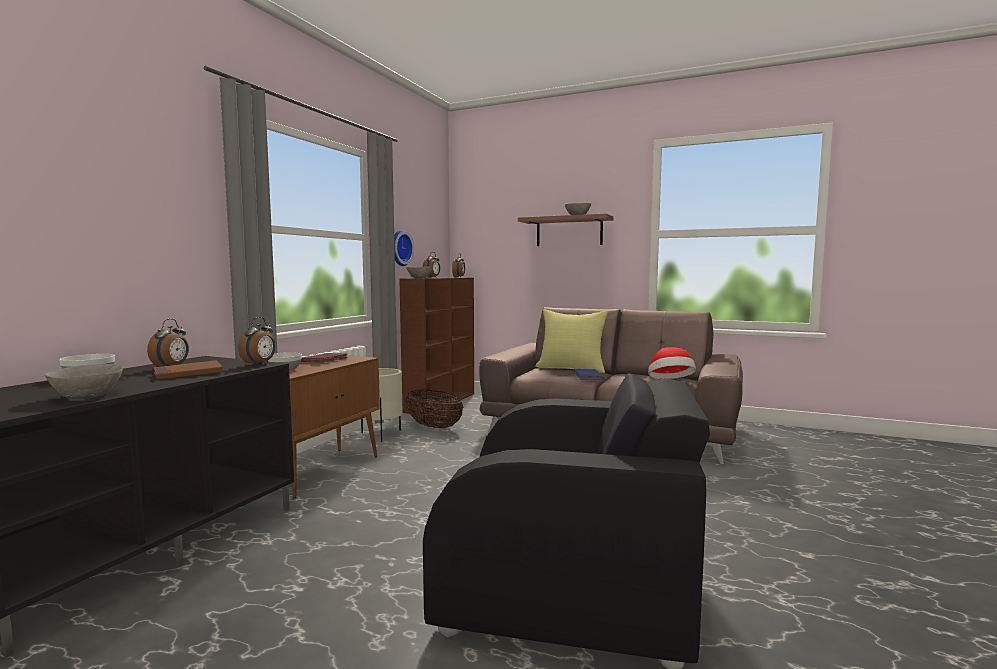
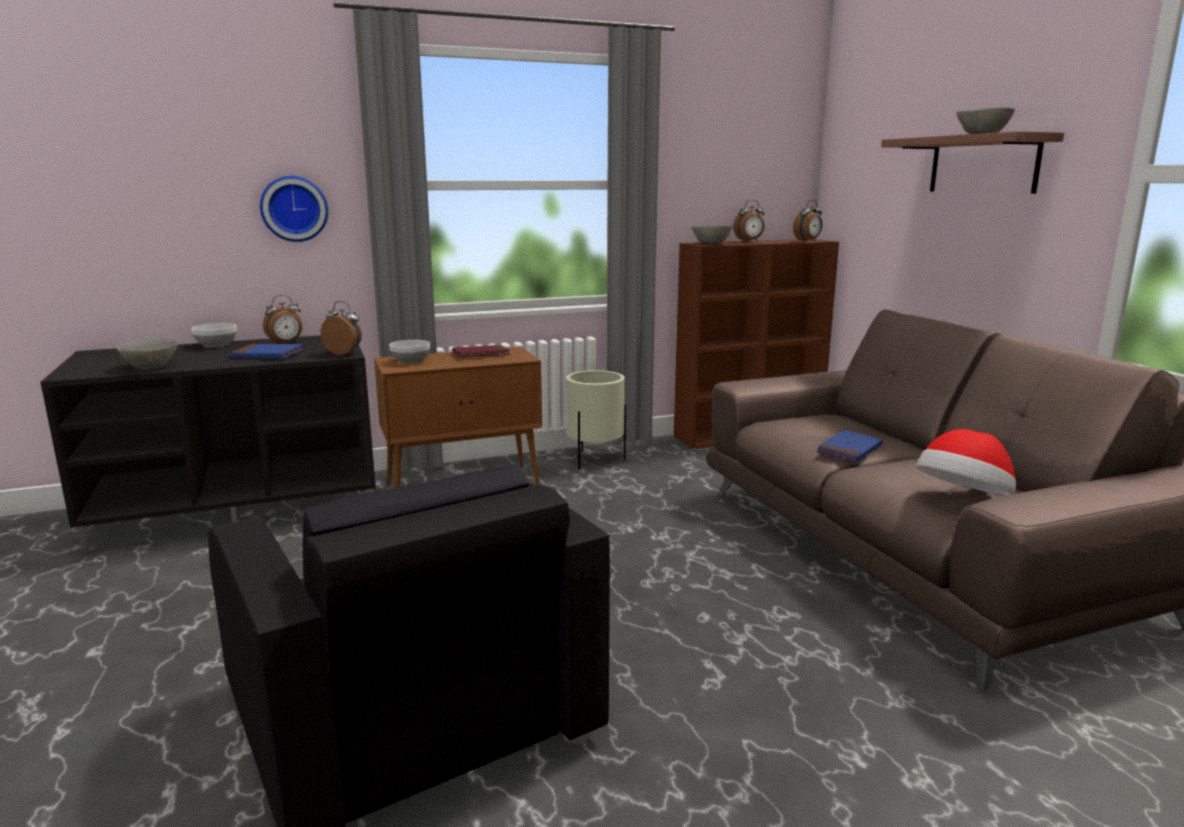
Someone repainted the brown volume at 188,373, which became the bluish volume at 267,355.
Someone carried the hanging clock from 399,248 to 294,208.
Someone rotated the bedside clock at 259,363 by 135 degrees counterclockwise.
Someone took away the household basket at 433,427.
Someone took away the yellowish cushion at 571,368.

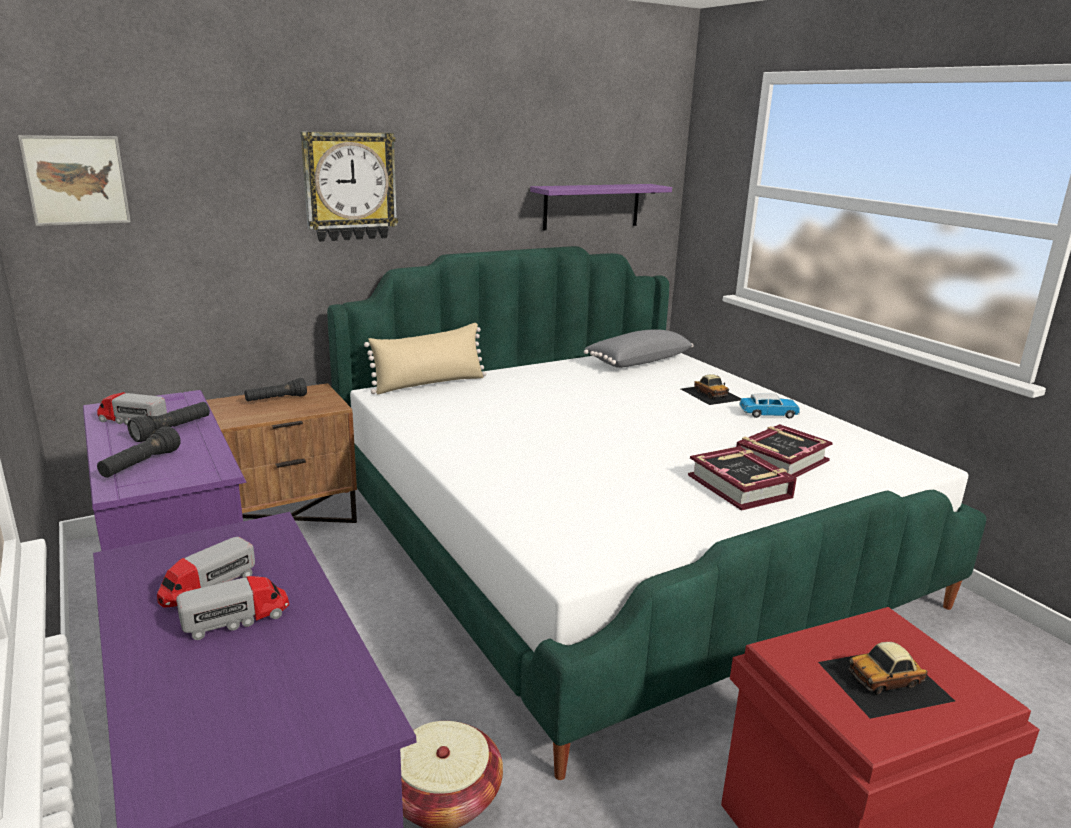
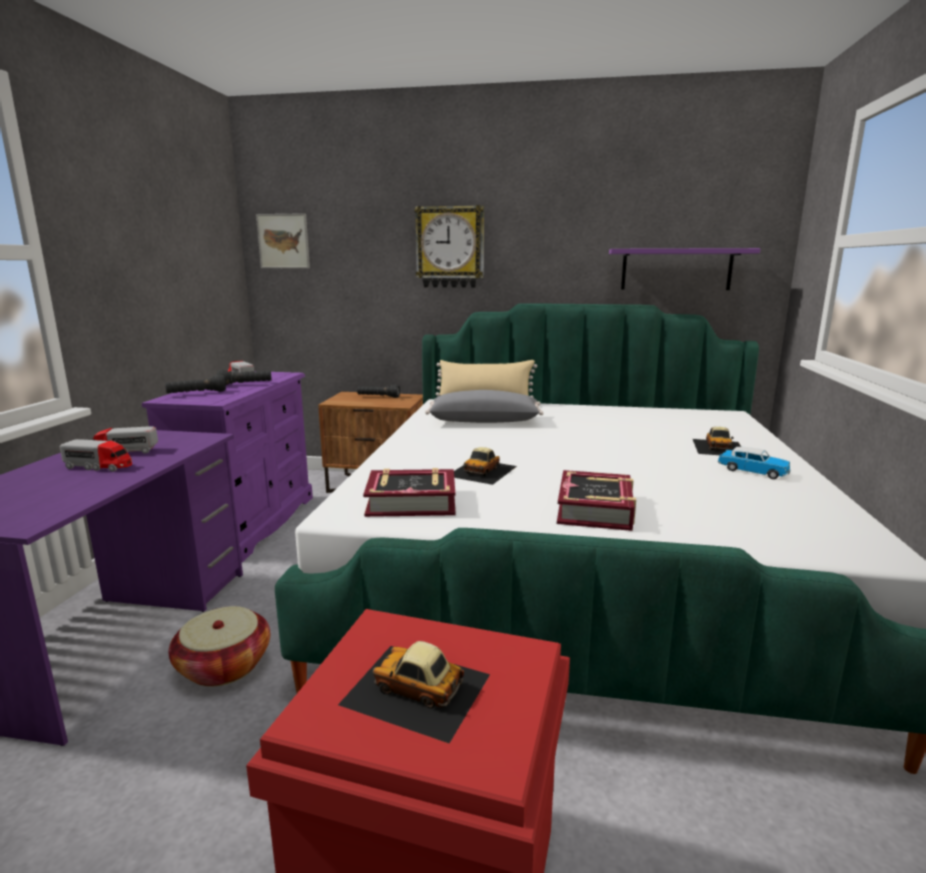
Someone carried the volume from 780,460 to 411,502.
Someone carried the gray cushion from 637,361 to 484,421.
Someone put down the toy car at 482,471.

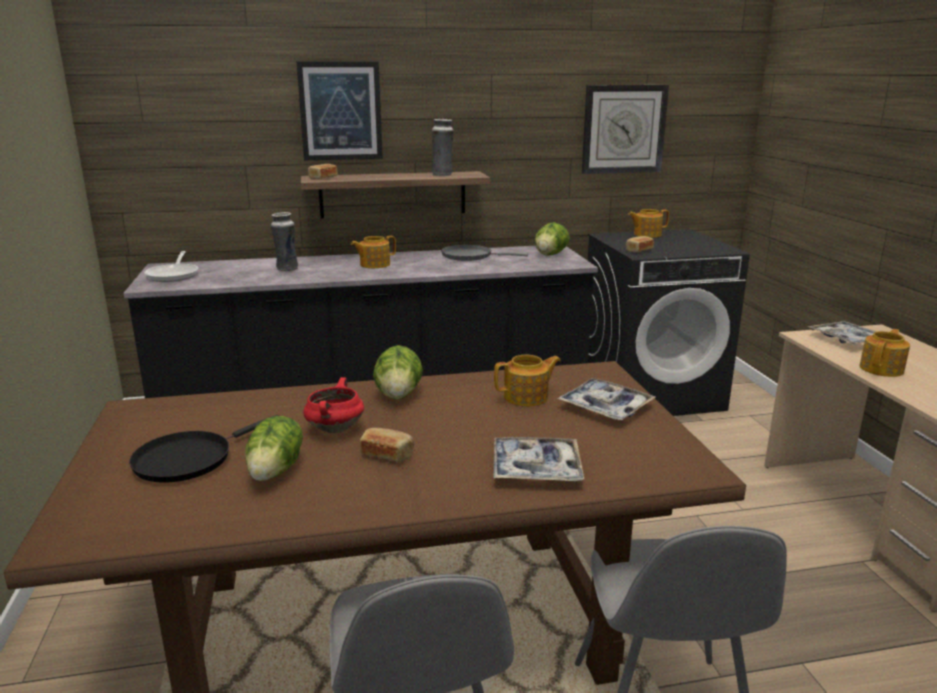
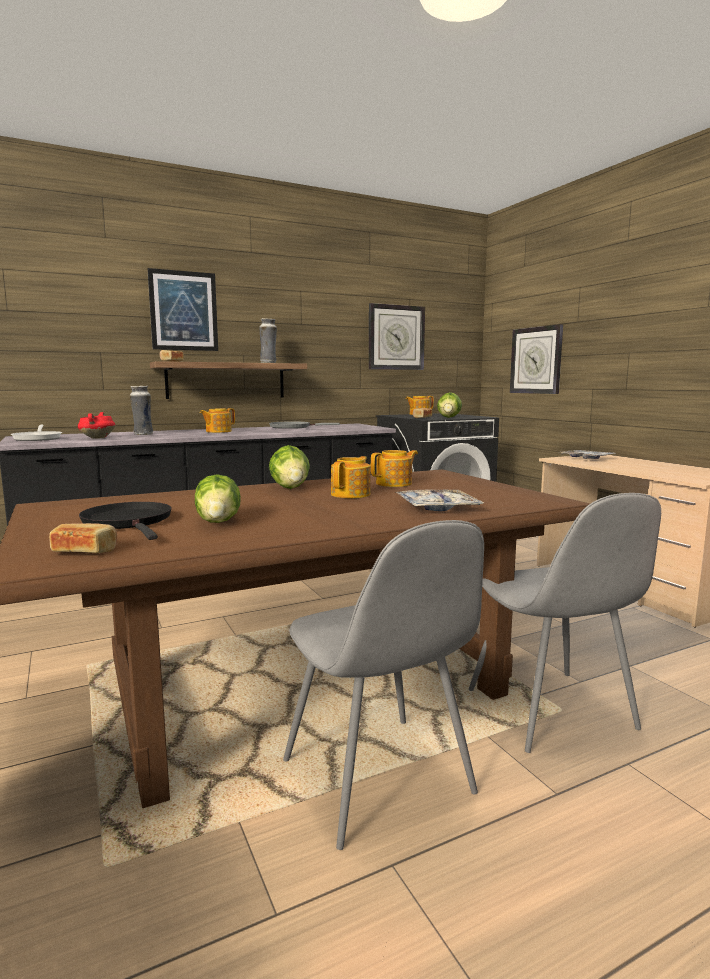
Someone carried the baked bread from 387,454 to 85,551.
Someone carried the red-coloured cooking pot from 335,428 to 97,438.
Someone rotated the black skillet at 189,459 by 120 degrees clockwise.
Someone carried the pot for tea from 882,369 to 351,494.
Someone carried the lettuce head from 550,255 to 449,417.
Someone put up the hanging clock at 536,360.
Someone took away the carrying tray at 605,407.

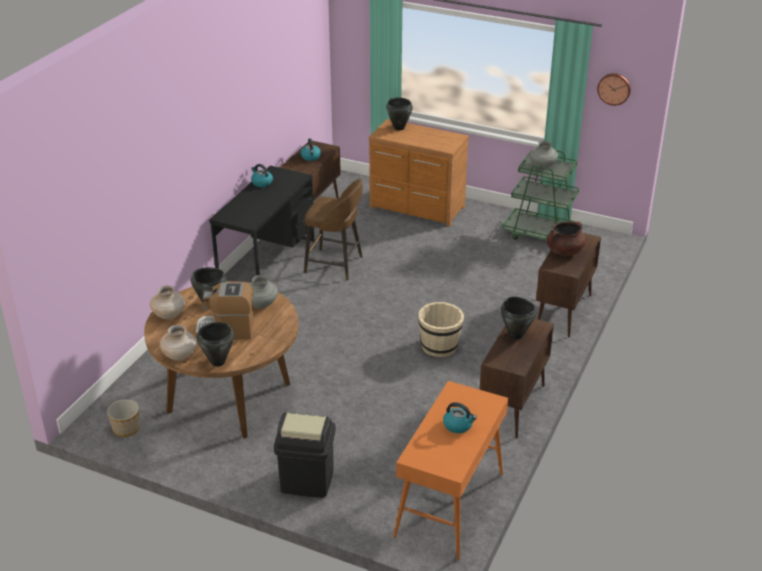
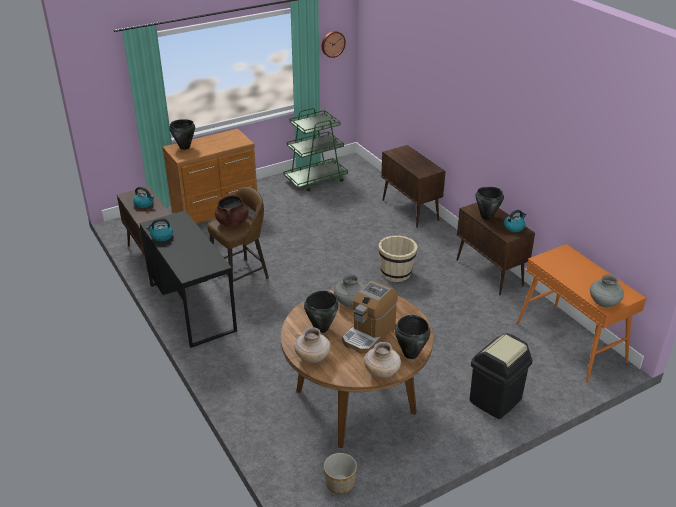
Someone carried the brown cooking pot from 564,251 to 232,222.
Someone carried the water kettle from 458,425 to 514,227.
Someone carried the gray decorative vase from 542,166 to 604,303.

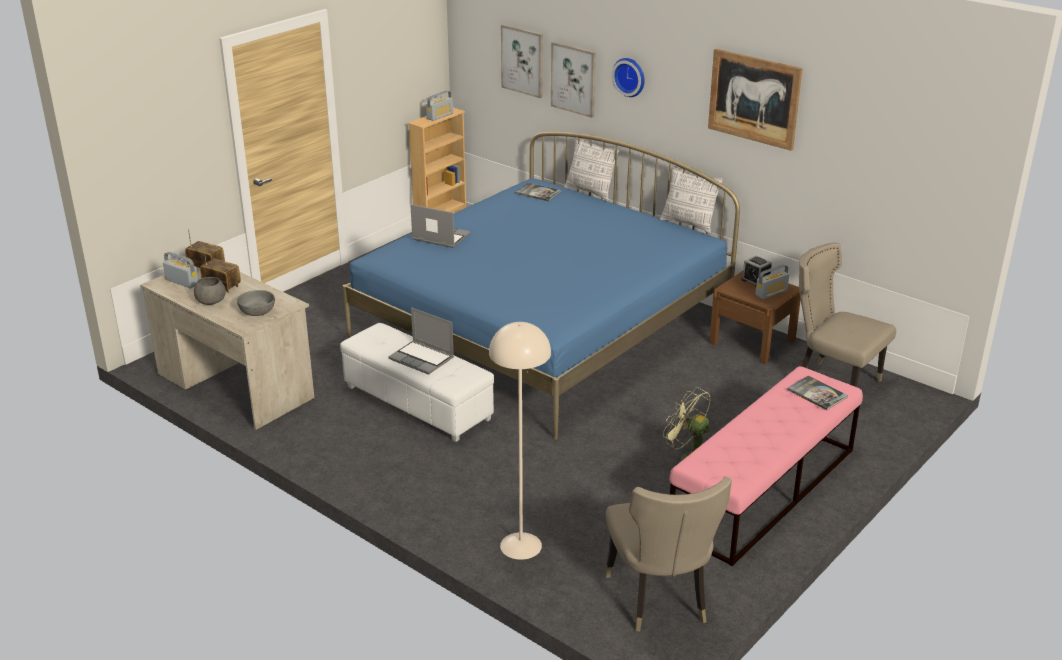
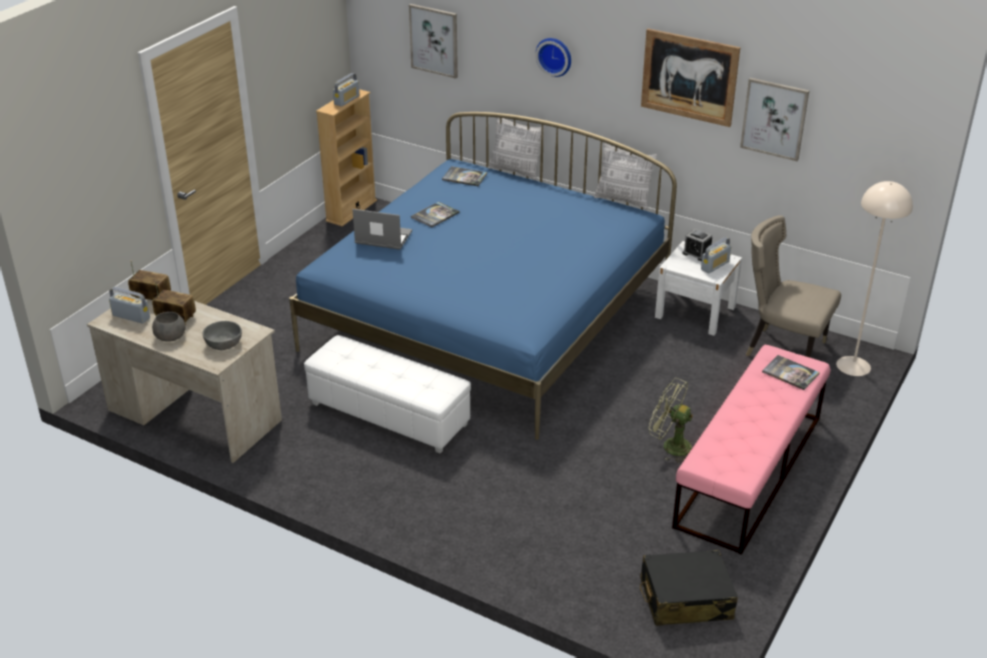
Someone put down the volume at 435,215.
Someone swapped the beige plain chair at 660,600 for the black travel case at 685,599.
Someone repainted the brown night table at 752,342, which became the white night table at 695,312.
Someone carried the wall picture from 574,79 to 774,118.
Someone carried the beige standard lamp from 520,545 to 853,366.
Someone took away the notebook computer at 422,358.

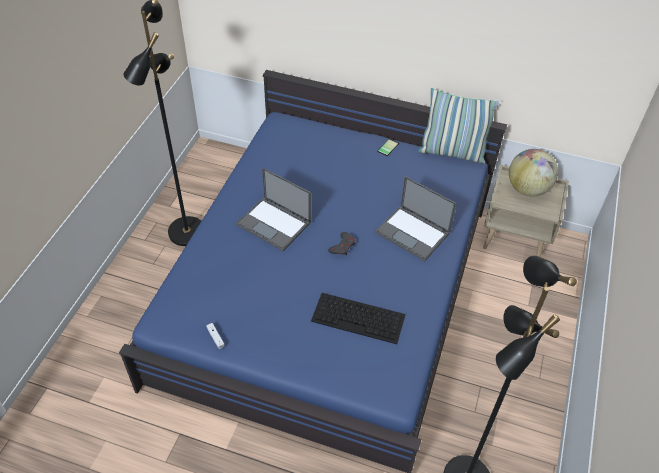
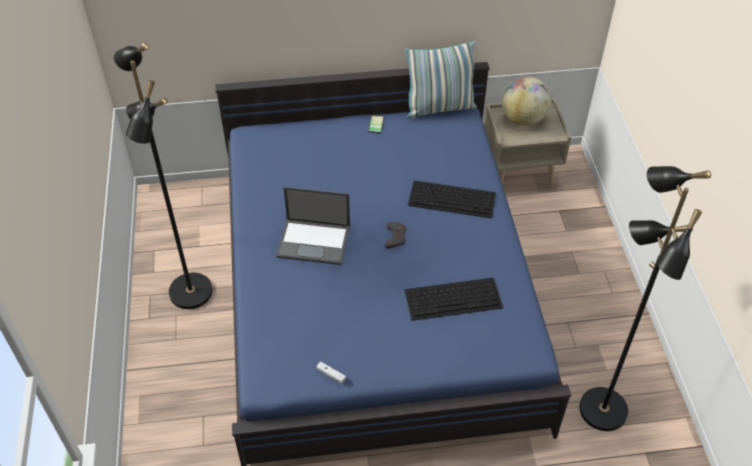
Someone swapped the notebook computer at 413,233 for the computer keyboard at 453,199.

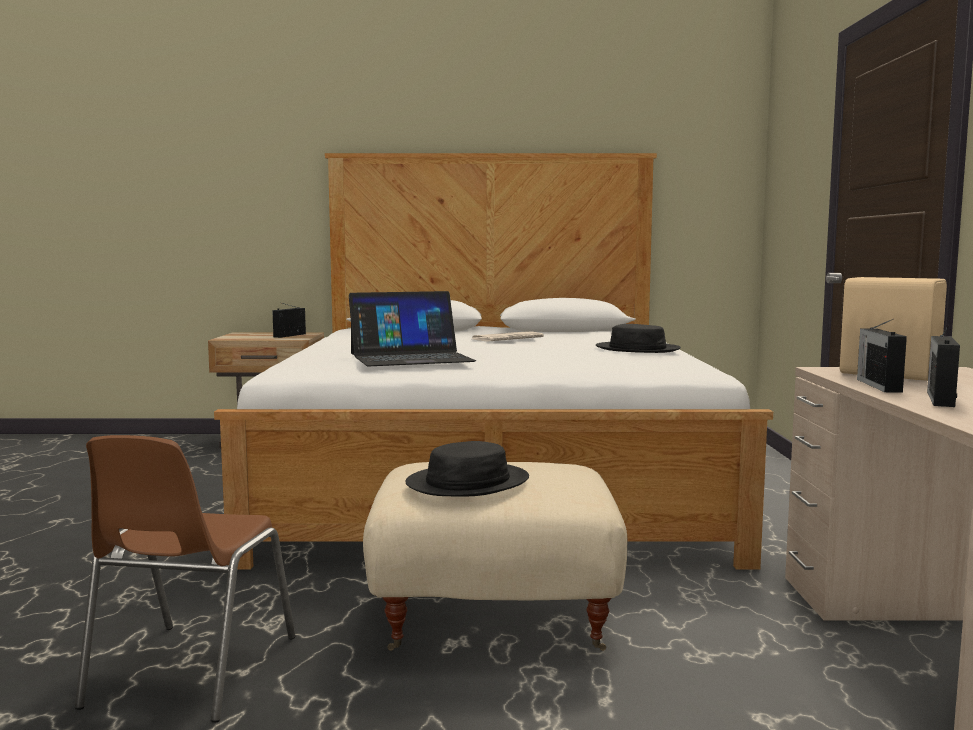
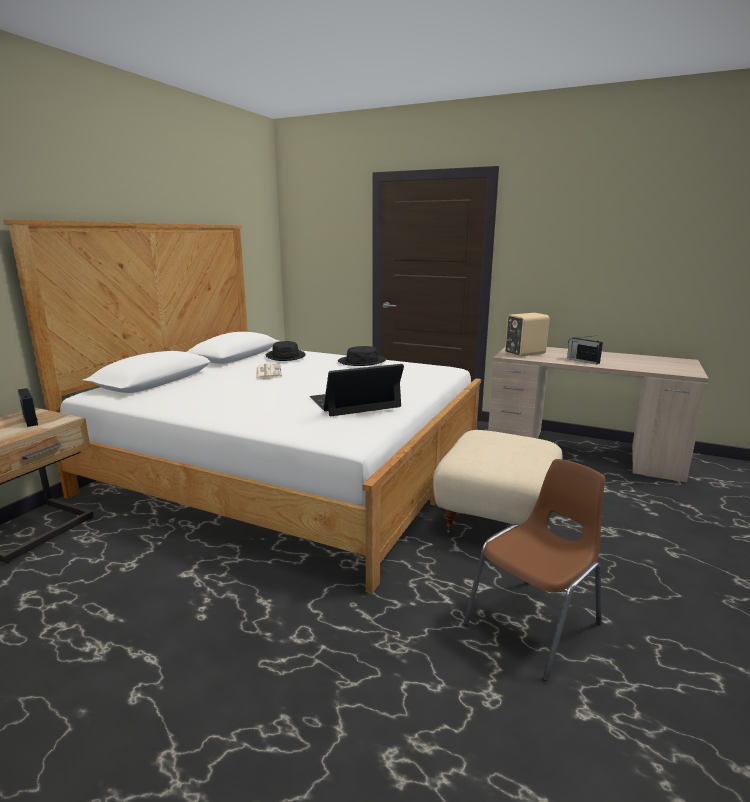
Someone carried the black clothing hat from 468,483 to 285,356.
Someone rotated the notebook computer at 410,357 by 120 degrees counterclockwise.
Someone rotated the brown plain chair at 189,672 by 75 degrees counterclockwise.
Someone took away the radio receiver at 878,385.

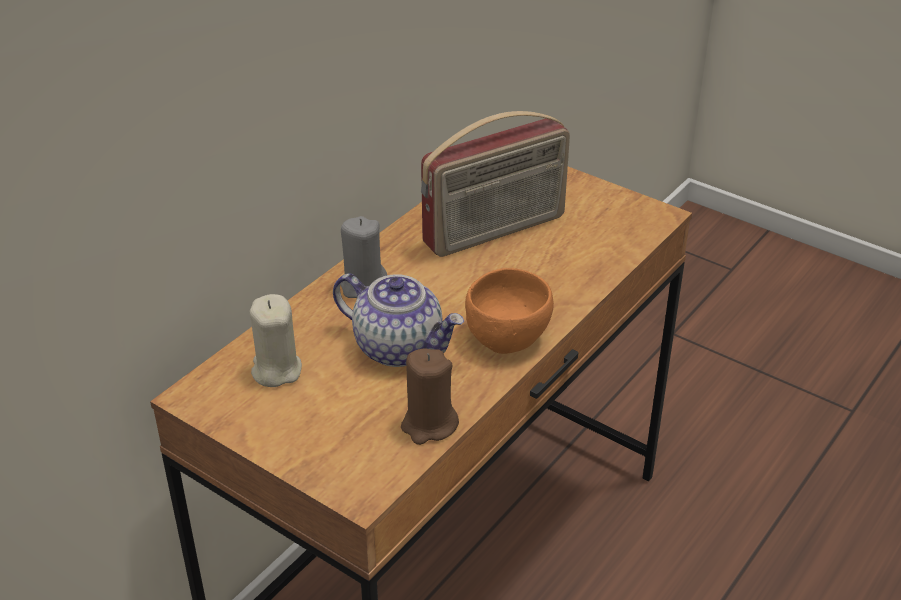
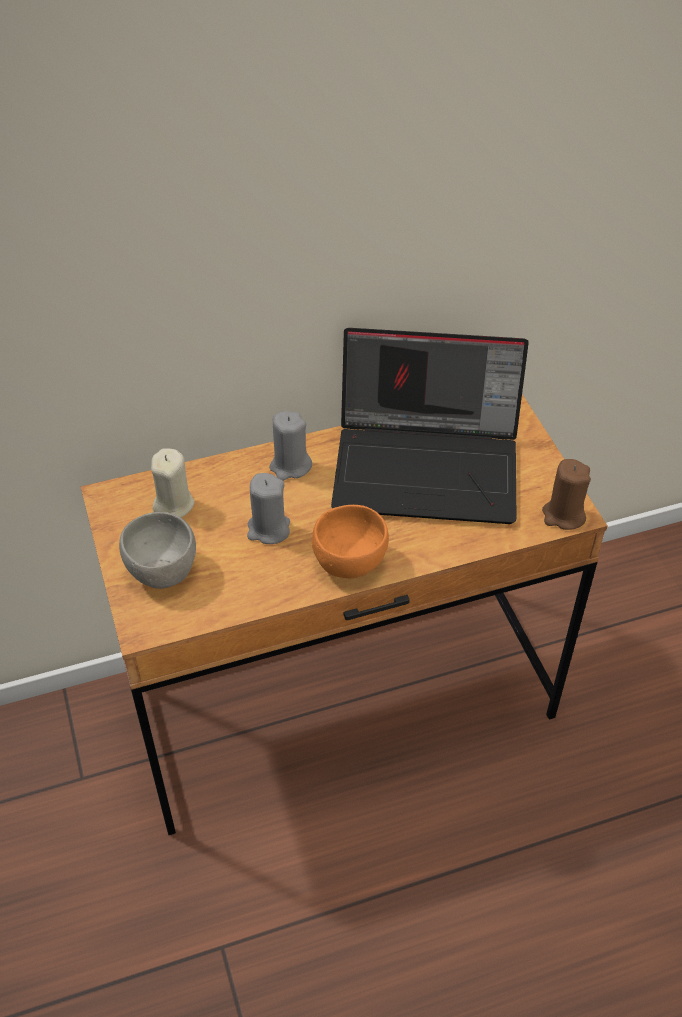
Someone put down the gray deep dish at 161,572.
Someone swapped the pot for tea at 400,347 for the gray wax candle at 268,529.
Someone swapped the radio receiver at 495,231 for the notebook computer at 429,465.
Someone carried the brown wax candle from 429,425 to 563,515.

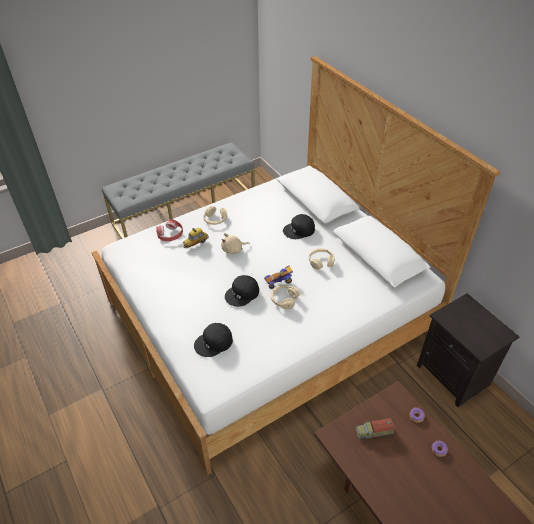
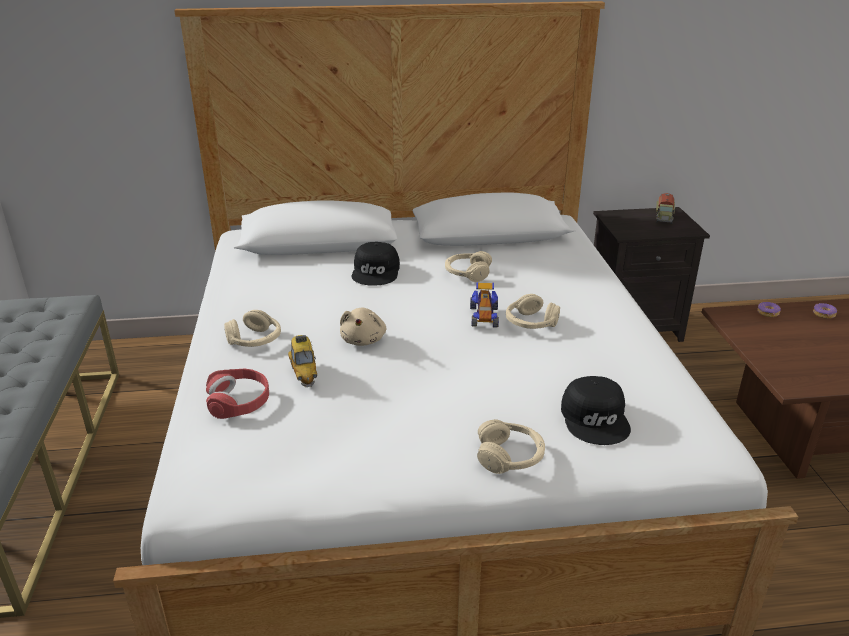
Someone put down the beige headphones at 510,456.
Someone carried the model truck from 374,432 to 664,217.
Someone took away the black peaked cap at 242,294.

